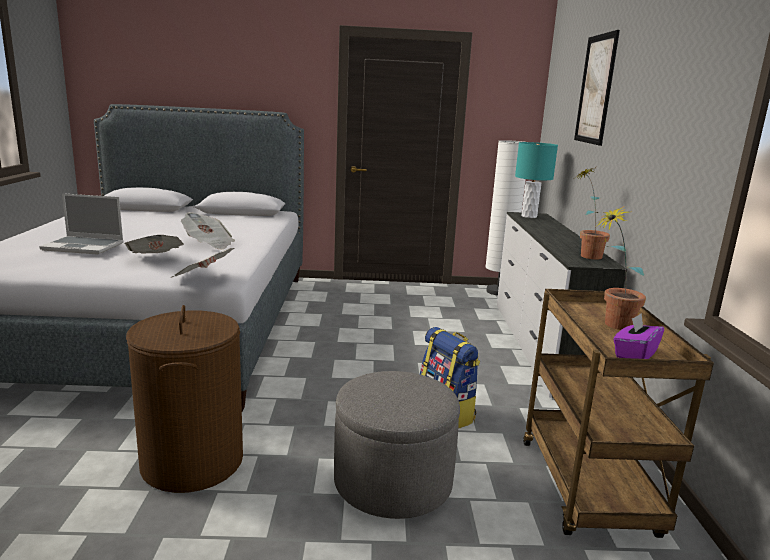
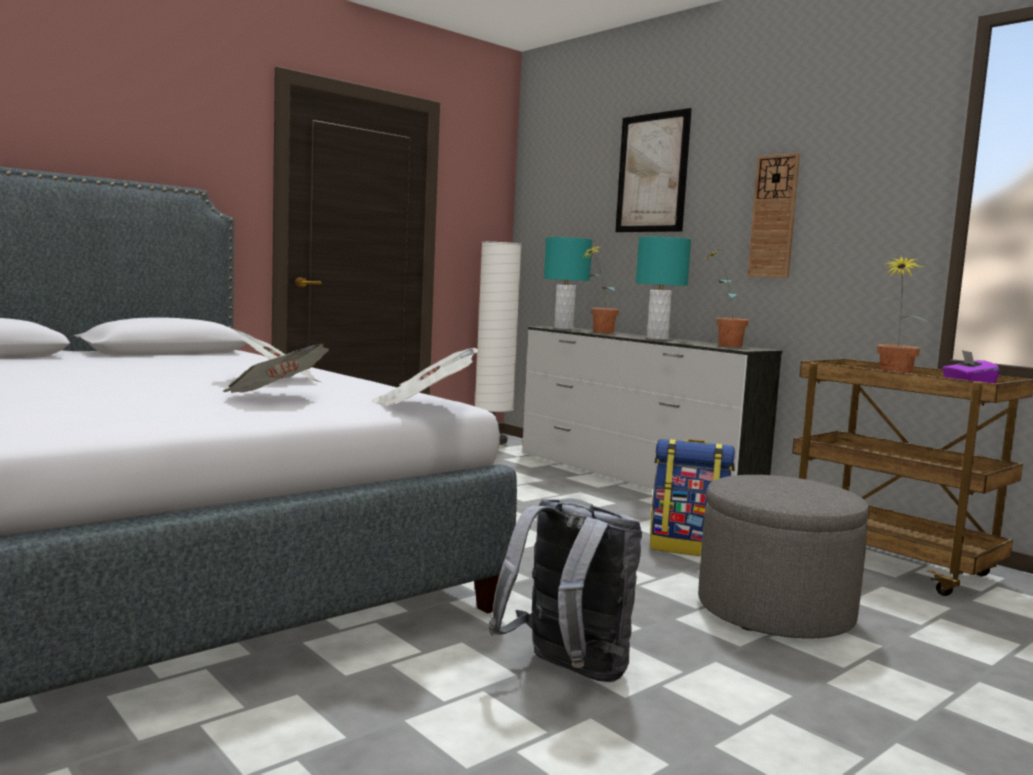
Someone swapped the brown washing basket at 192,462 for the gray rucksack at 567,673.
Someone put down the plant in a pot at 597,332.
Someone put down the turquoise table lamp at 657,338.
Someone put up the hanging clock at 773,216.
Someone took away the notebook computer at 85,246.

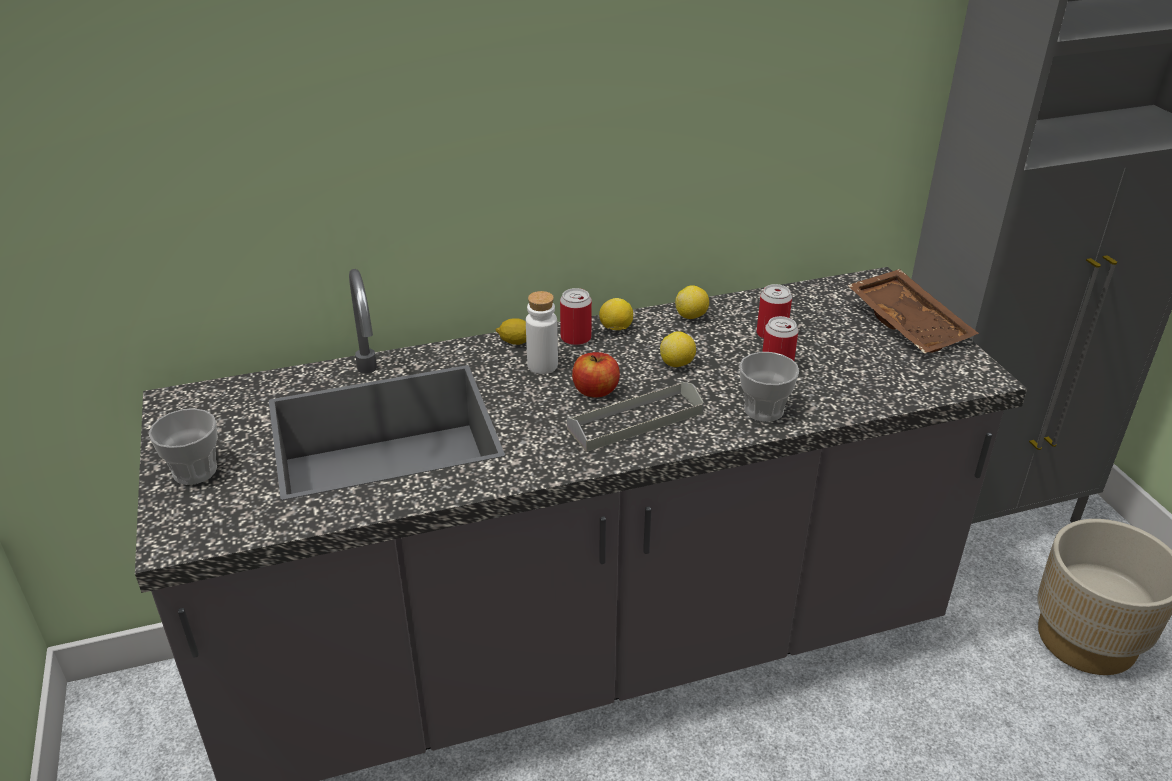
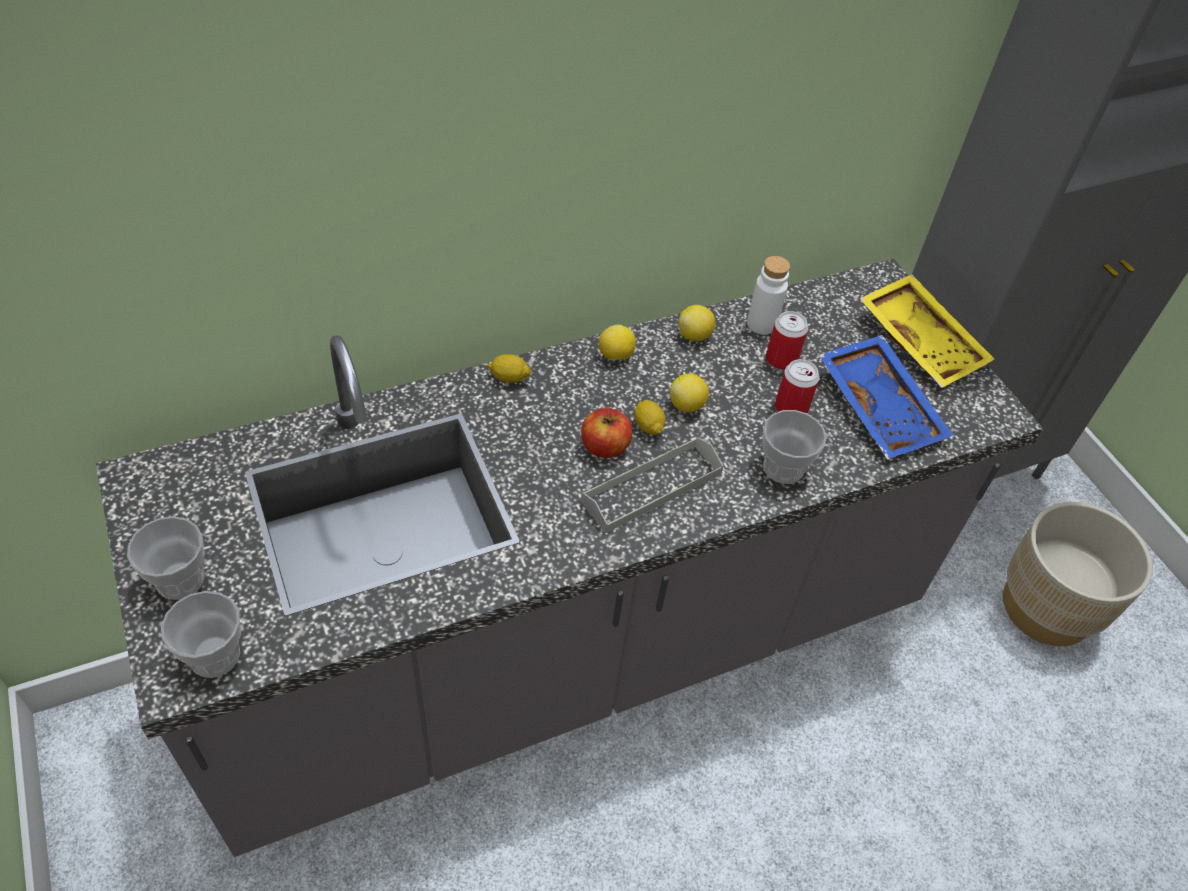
Someone put down the cup at 214,655.
Someone put down the lemon at 648,426.
Someone carried the white beverage bottle from 542,365 to 761,324.
Someone put down the bluish carrying tray at 881,407.
Someone repainted the brown carrying tray at 910,324, which became the yellowish carrying tray at 922,341.
Someone took away the sealed can at 576,338.

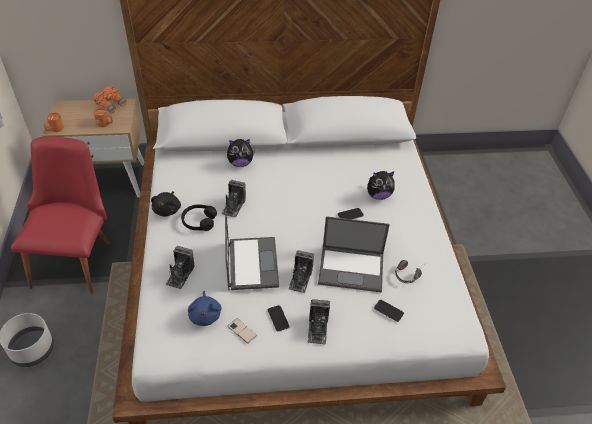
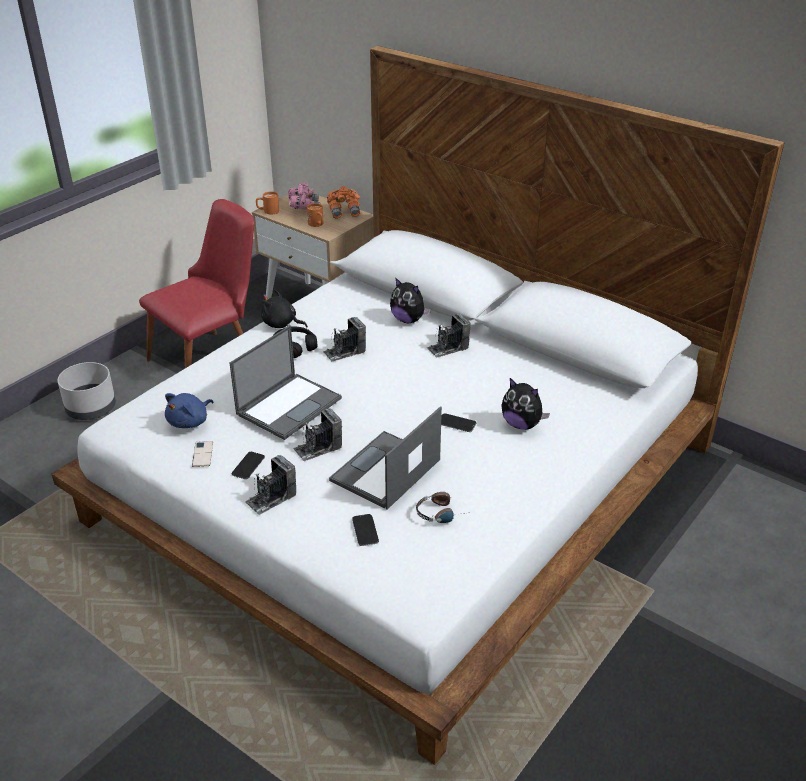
Someone rotated the black cuddly toy at 167,209 by 60 degrees clockwise.
Someone put down the pink field glasses at 304,207.
Someone rotated the notebook computer at 352,268 by 75 degrees clockwise.
Someone carried the still camera from 180,275 to 448,348.

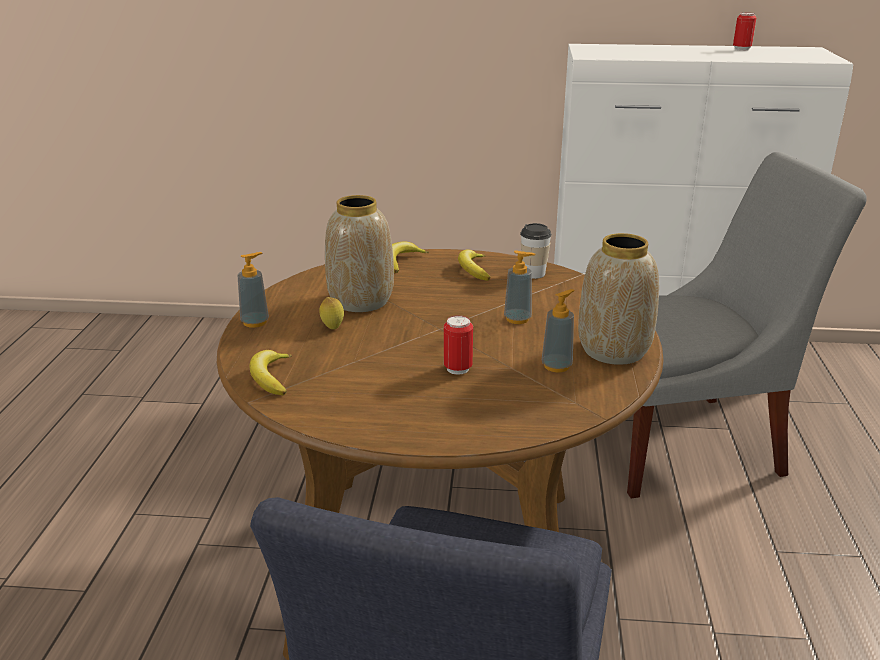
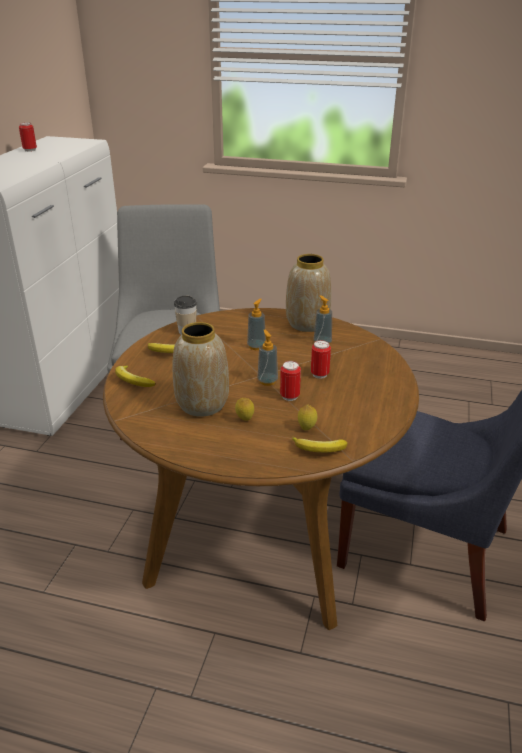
Someone carried the soap dispenser from 255,322 to 267,381.
Someone put down the sealed can at 289,396.
Someone put down the lemon at 306,428.

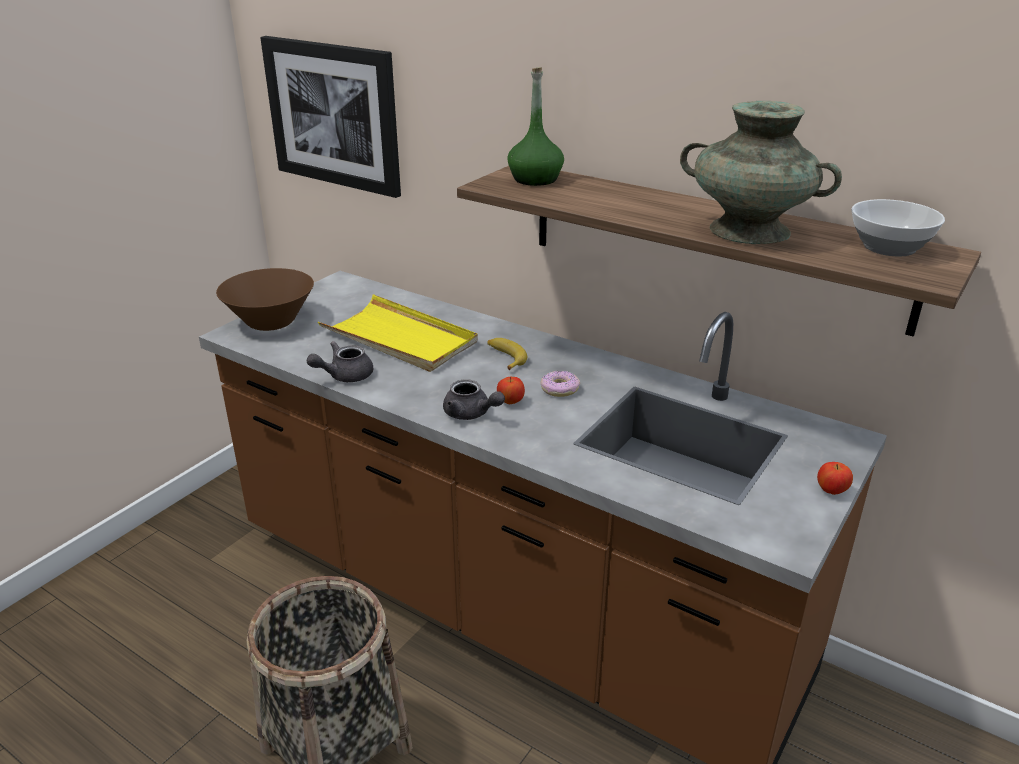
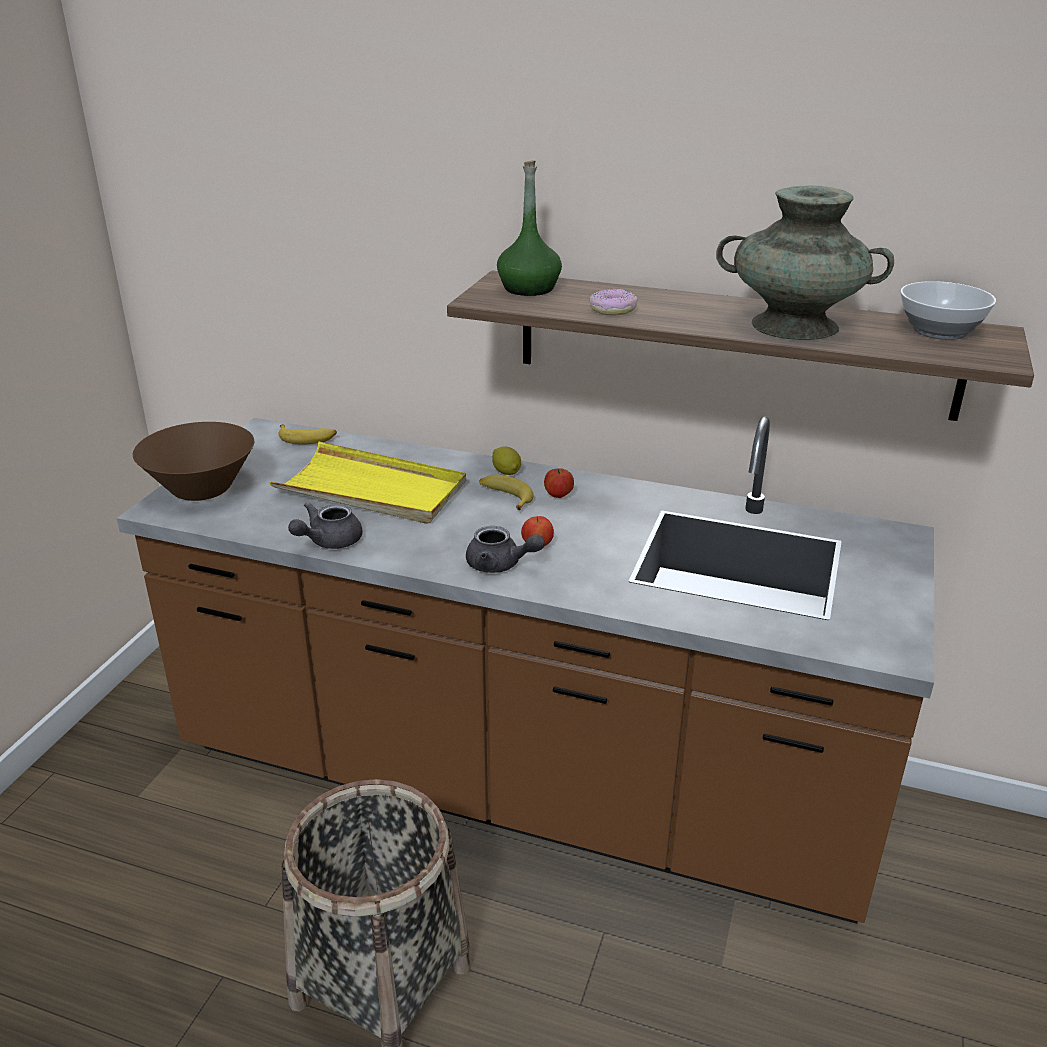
Someone put down the banana fruit at 307,438.
Someone put down the lemon at 506,472.
Someone carried the apple fruit from 831,491 to 558,496.
Someone carried the doughnut from 559,389 to 612,309.
Someone took away the wall picture at 333,115.

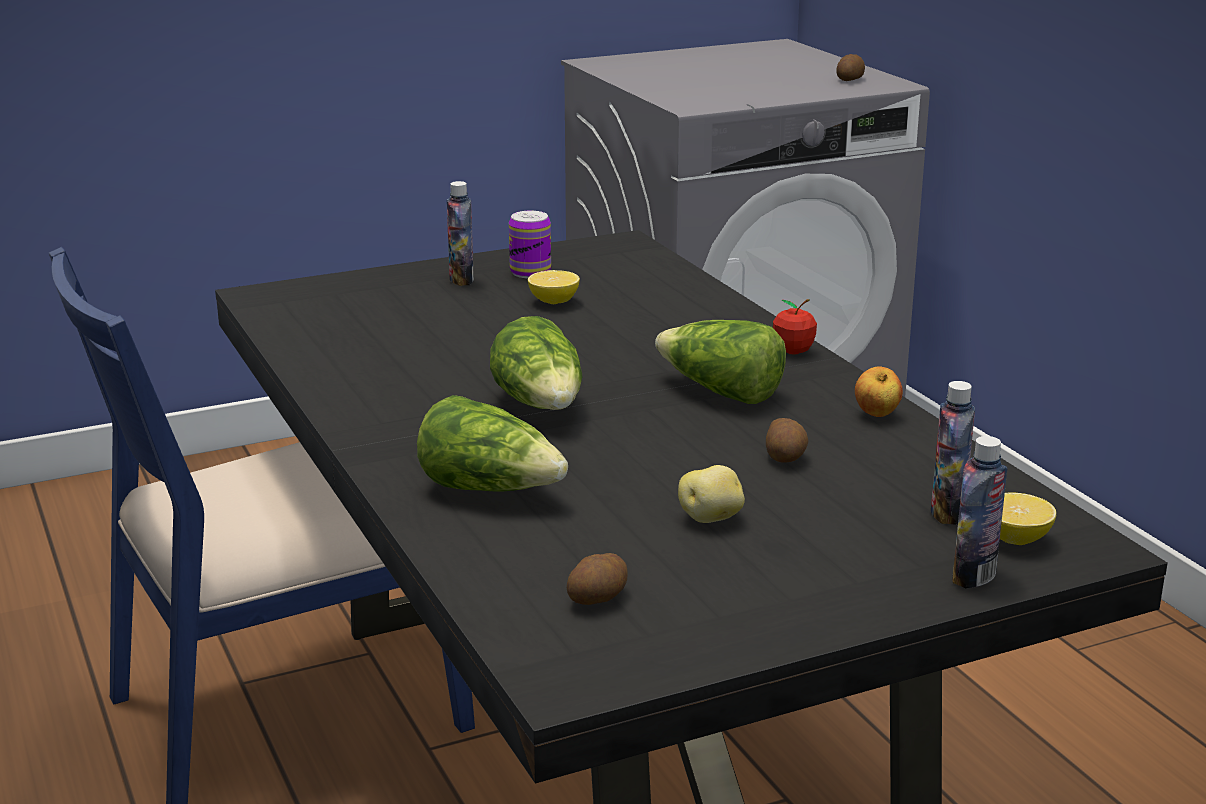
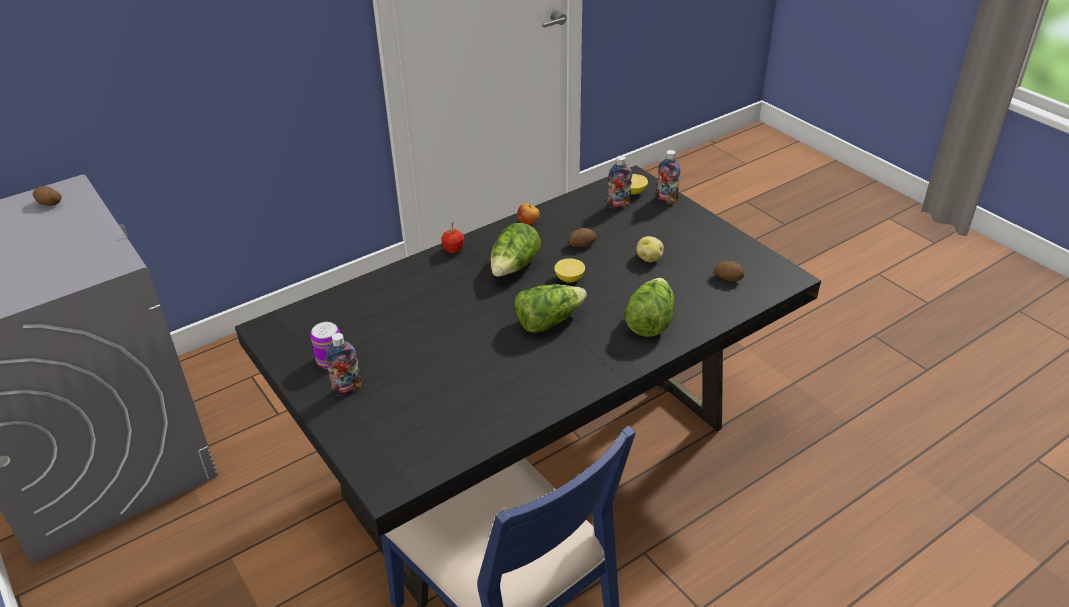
Someone carried the lemon from 553,302 to 569,279.

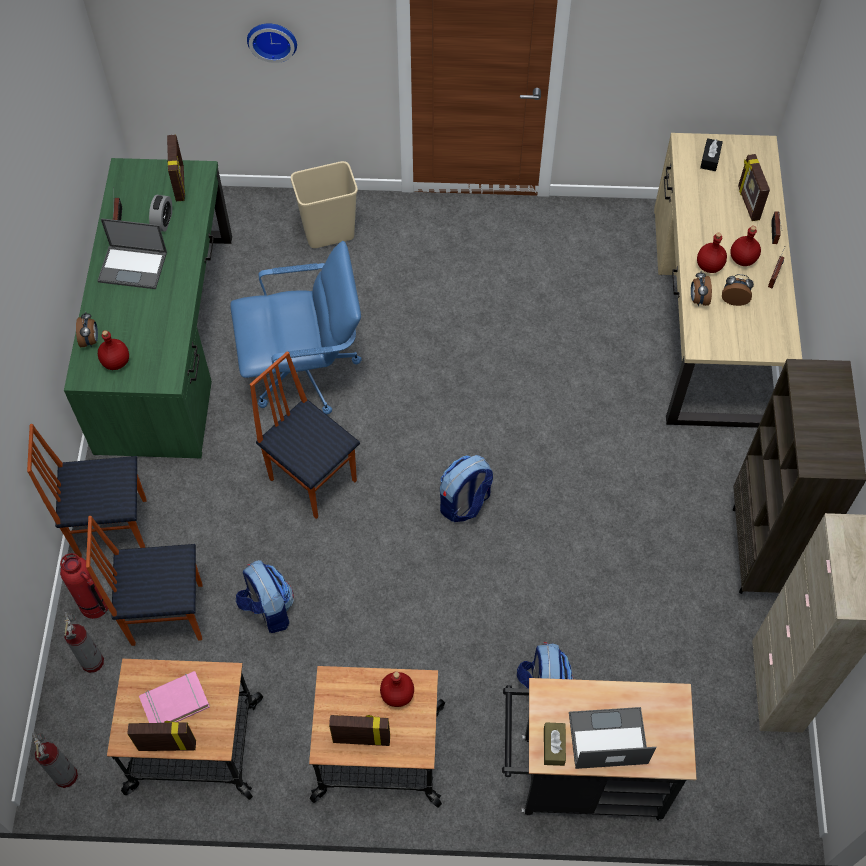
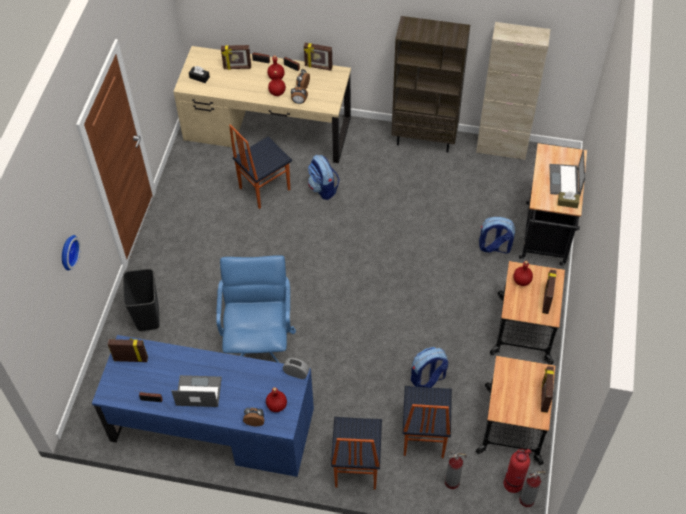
Someone repainted the green desk table at 166,341, which became the bluish desk table at 212,425.
Someone repainted the beige waste bin at 329,233, which became the black waste bin at 147,316.
Someone rotated the notebook computer at 133,267 by 105 degrees counterclockwise.
Someone carried the plain chair from 313,478 to 264,188.
Someone carried the bedside clock from 163,221 to 296,373.
Someone put down the photo frame at 318,67.
Someone carried the rucksack from 464,503 to 323,188.
Someone carried the fire-fighting cylinder from 95,605 to 513,483.
Someone took away the pink volume at 175,702.

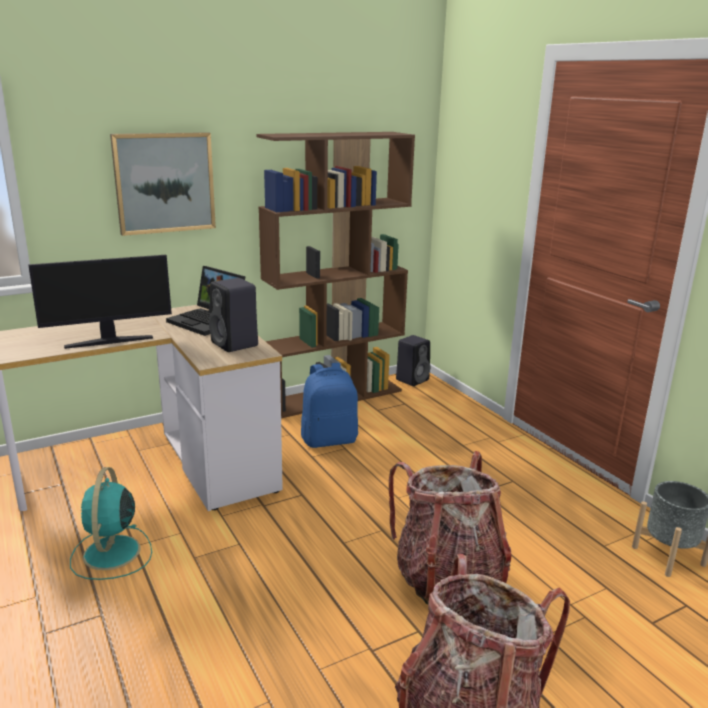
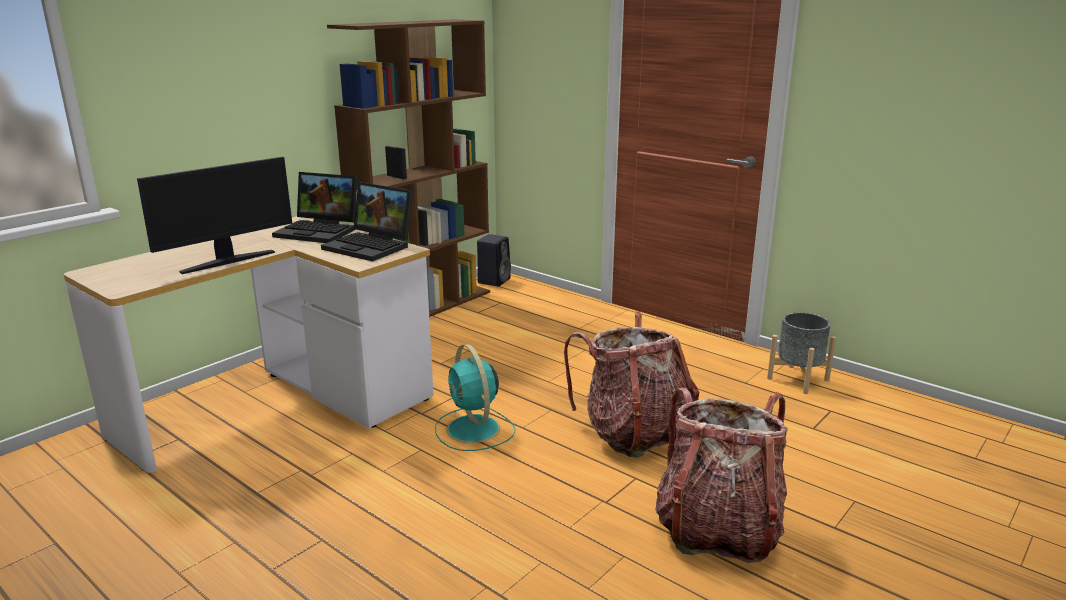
Someone swapped the black speaker at 235,344 for the notebook computer at 372,246.
Someone carried the turquoise fan from 111,554 to 474,430.
Someone took away the wall picture at 164,183.
Someone took away the bluish rucksack at 329,440.

